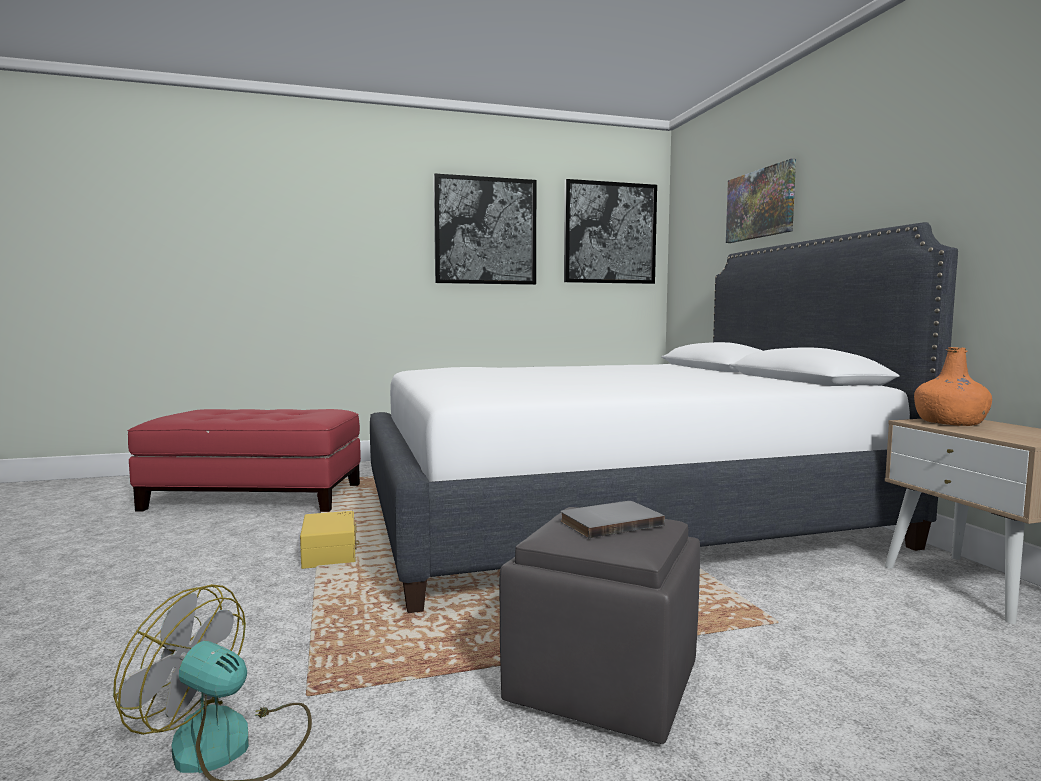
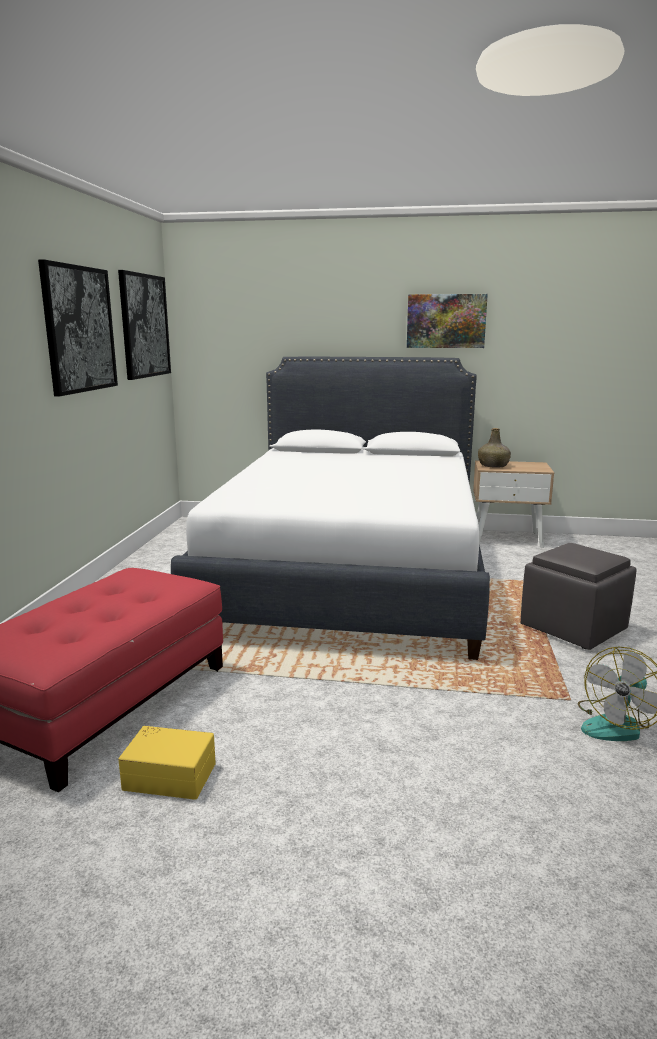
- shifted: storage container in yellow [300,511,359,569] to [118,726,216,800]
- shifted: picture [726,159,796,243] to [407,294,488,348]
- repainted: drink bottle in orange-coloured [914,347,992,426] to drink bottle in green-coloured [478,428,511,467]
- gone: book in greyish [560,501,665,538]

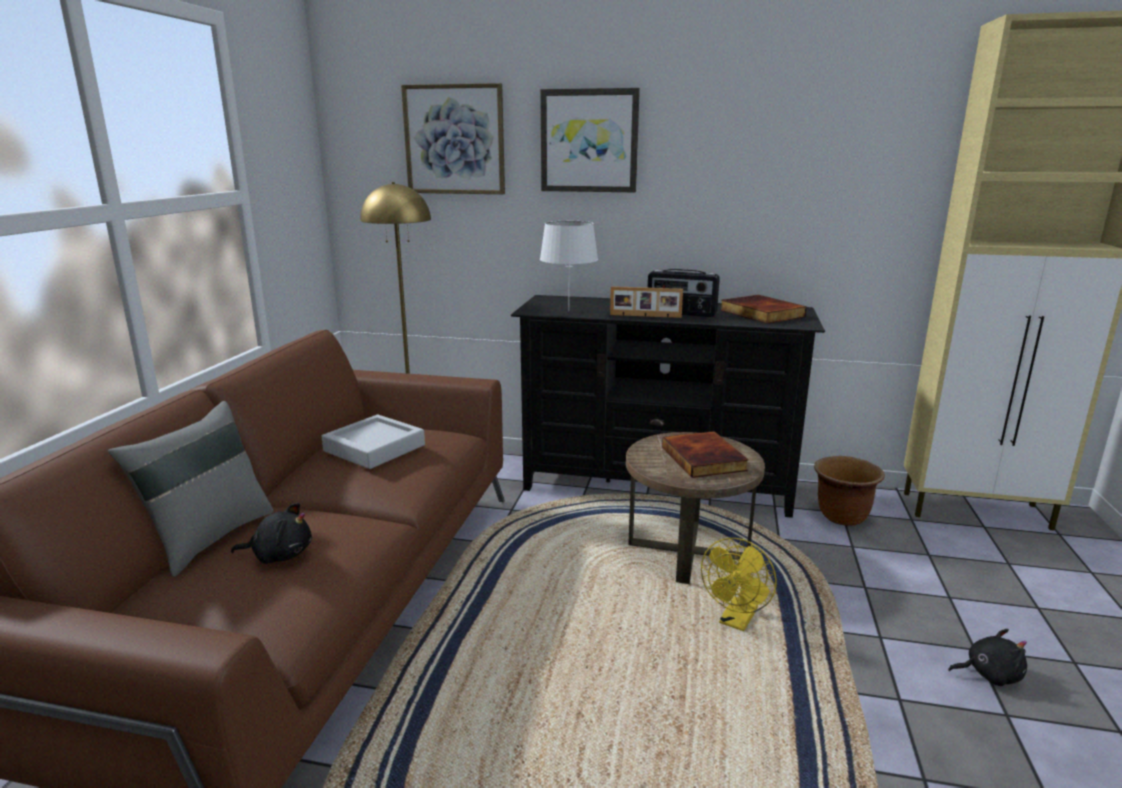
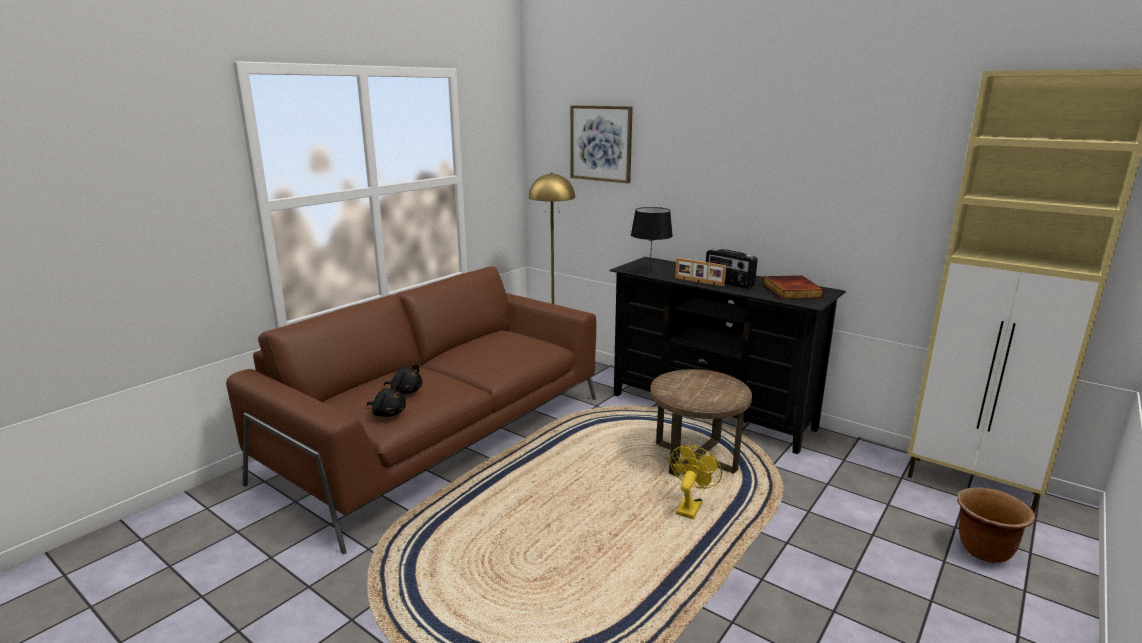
- shifted: plush toy in blackish [948,629,1027,686] to [367,385,406,417]
- repainted: lamp for a table in white [540,221,598,312] to lamp for a table in blackish [631,207,673,271]
- rotated: cooling fan in yellow [701,538,777,631] = [670,445,722,519] 150 degrees clockwise
- shifted: plant pot in brownish [814,456,885,526] to [957,488,1035,563]
- gone: pillow in greyish [108,401,274,577]
- gone: carrying tray in greyish [322,415,425,469]
- gone: picture [540,88,640,192]
- gone: book [662,431,749,478]

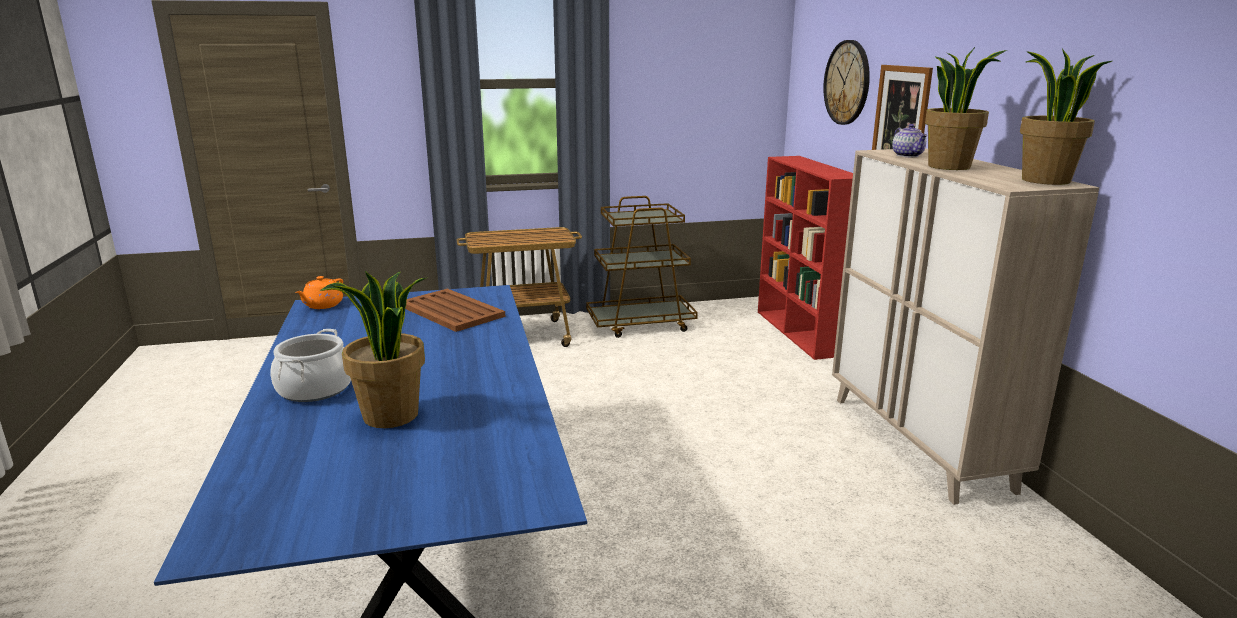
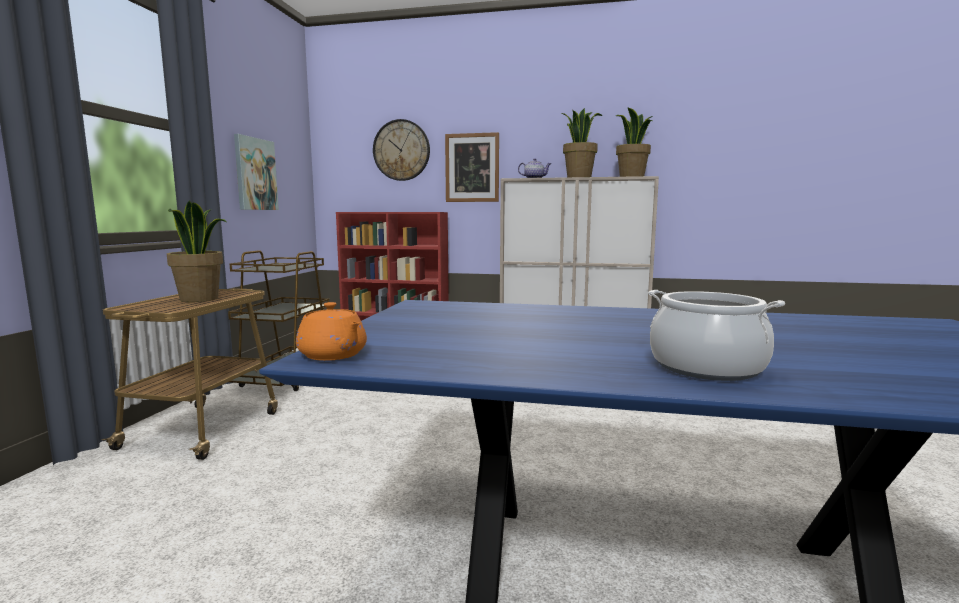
- shifted: houseplant [320,271,426,428] to [167,201,227,302]
- new: picture [234,134,279,210]
- gone: carrying tray in brownish [405,289,505,332]

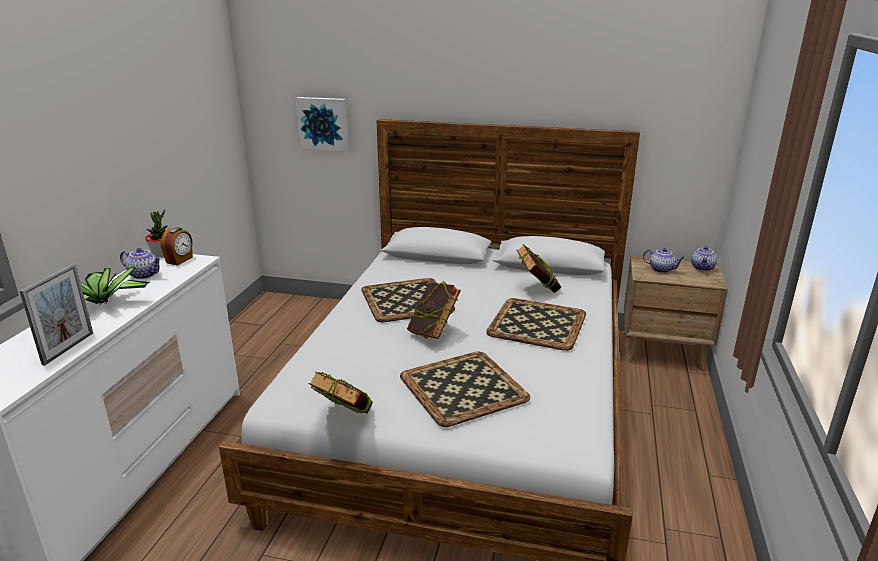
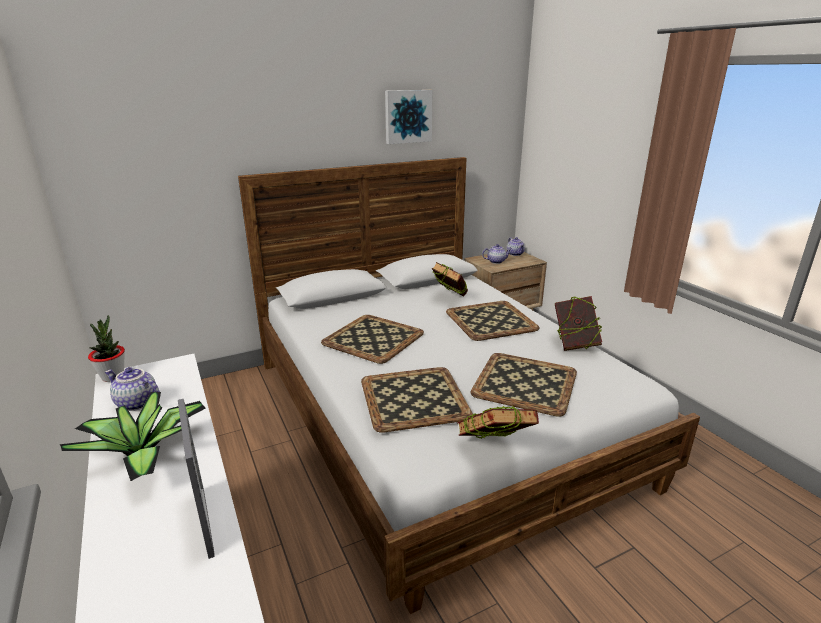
- rotated: pot for tea [120,248,161,279] = [105,367,160,411] 135 degrees counterclockwise
- new: carrying tray [361,367,473,433]
- shifted: picture [296,97,349,151] to [385,90,433,144]
- shifted: book [407,281,461,339] to [555,296,602,351]
- gone: table clock [160,227,193,265]

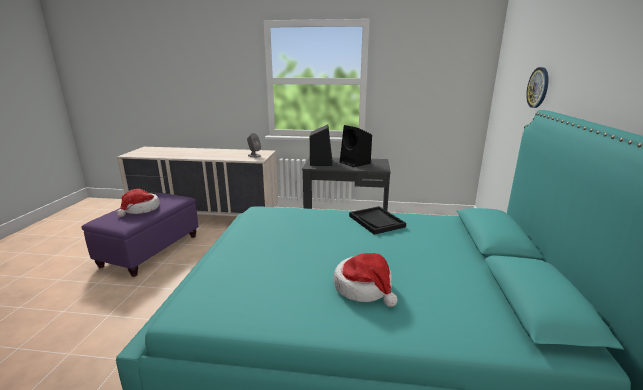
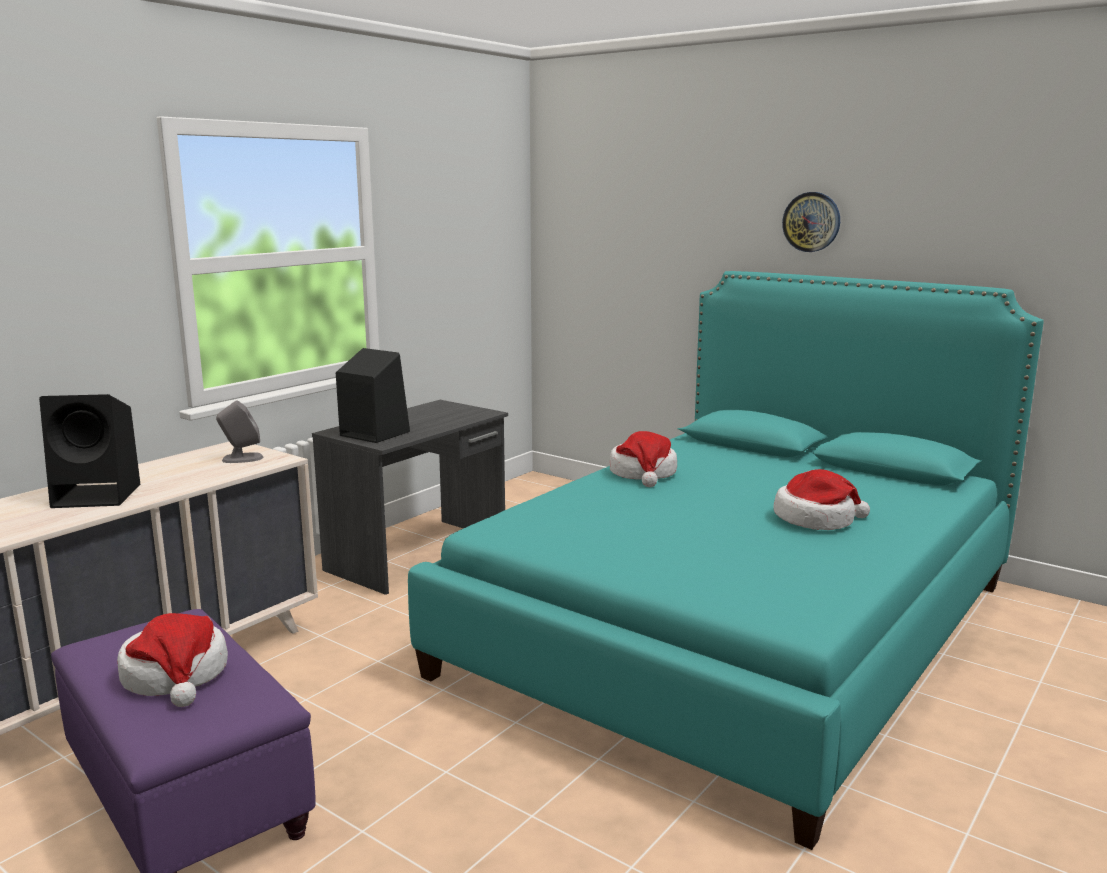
- shifted: loudspeaker in blackish [340,125,372,167] to [39,394,140,508]
- swapped: carrying tray in blackish [349,206,406,235] to wearable hat [610,431,677,487]
- shifted: clock on the wall [526,67,549,108] to [782,192,840,252]

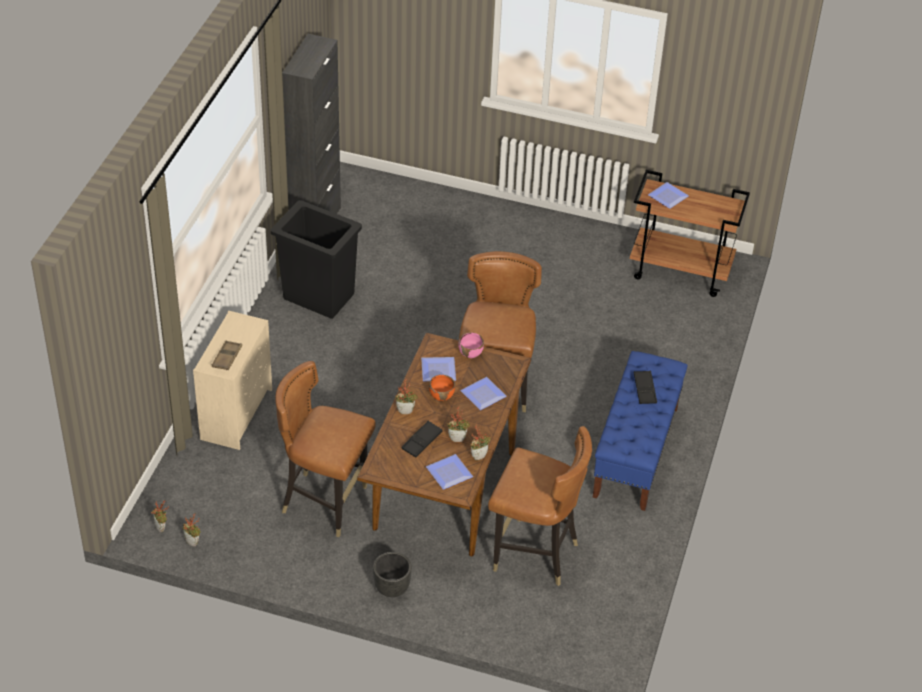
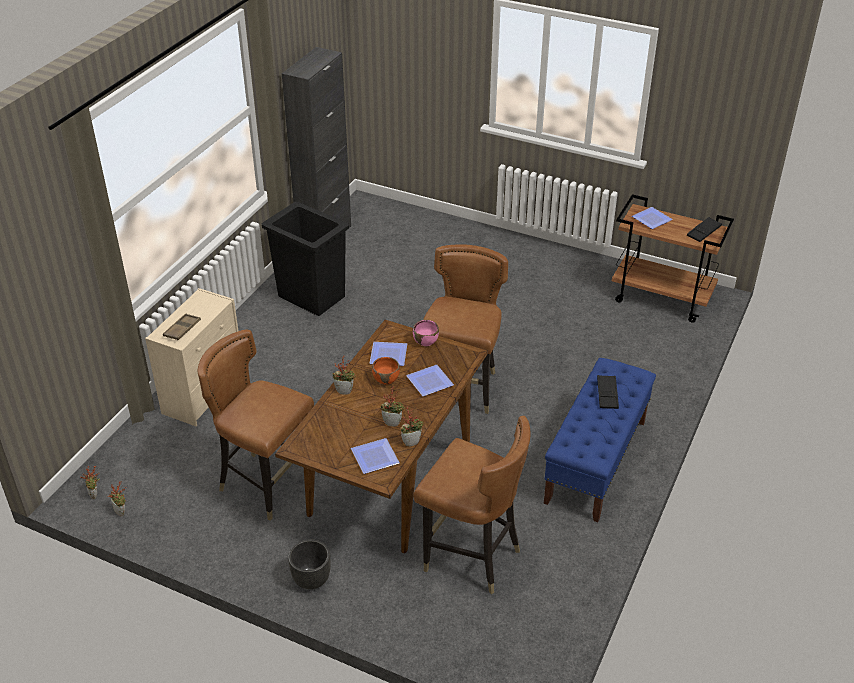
- shifted: carrying tray in blackish [401,421,443,458] to [687,217,722,242]

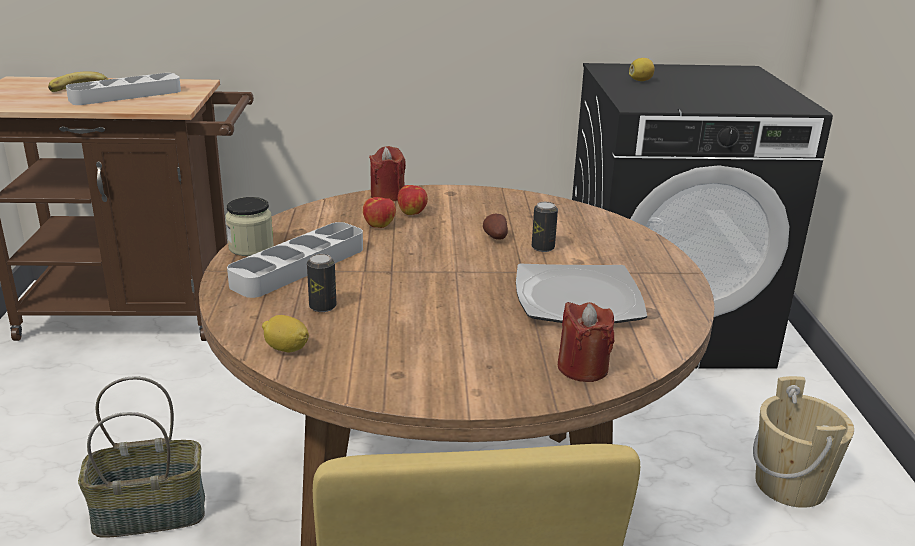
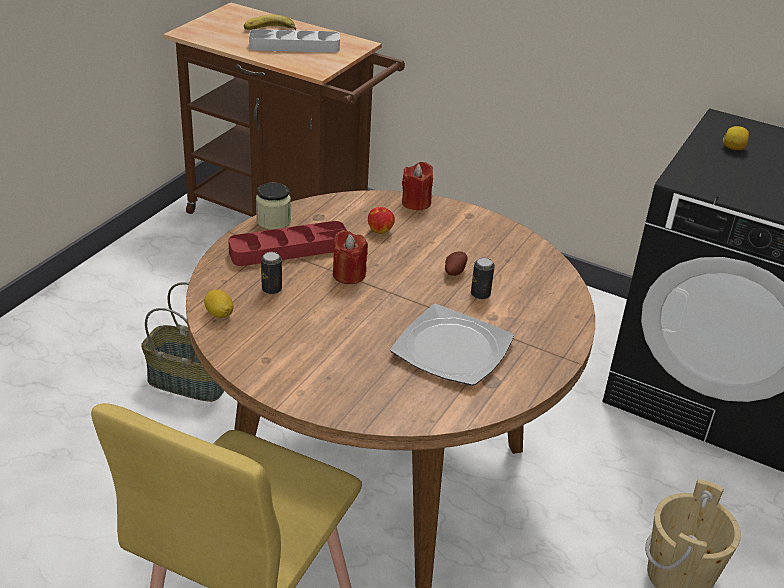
- repainted: carrying tray in greyish [227,222,363,298] to carrying tray in red [228,221,347,266]
- shifted: wax light in red [557,302,614,382] to [333,230,368,284]
- gone: apple [398,185,428,215]

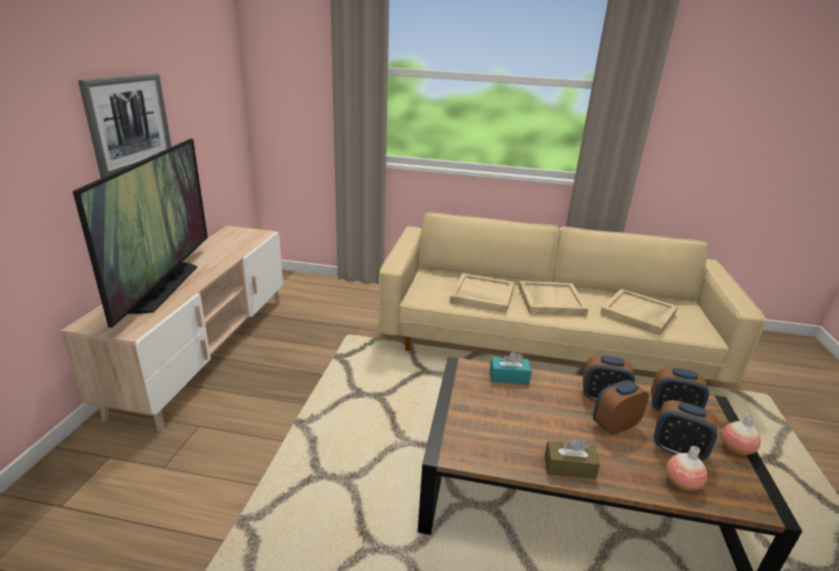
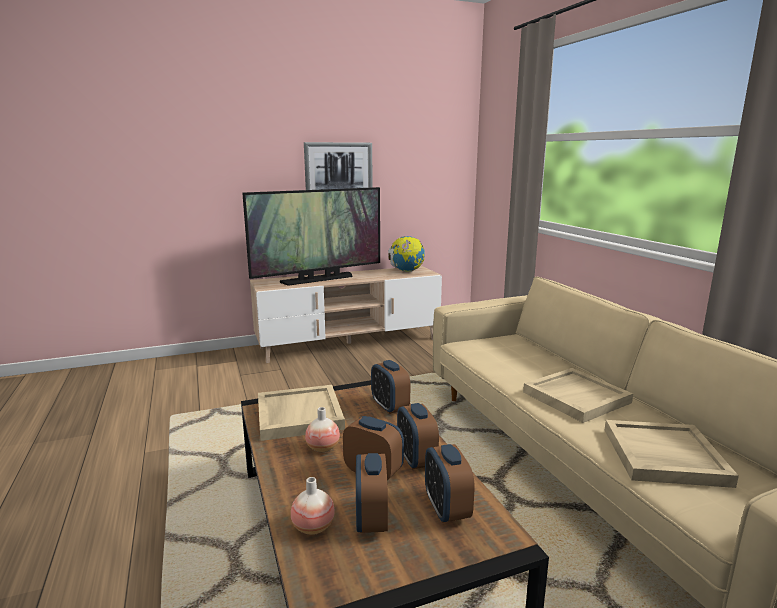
- shifted: carrying tray in beige [450,273,515,313] to [258,385,345,441]
- shifted: flower vase [721,414,761,455] to [305,407,340,453]
- swapped: box of tissues in blue-green [490,351,532,384] to table clock [371,360,410,414]
- new: desk globe [388,236,425,272]
- gone: box of tissues in brownish [544,438,600,480]

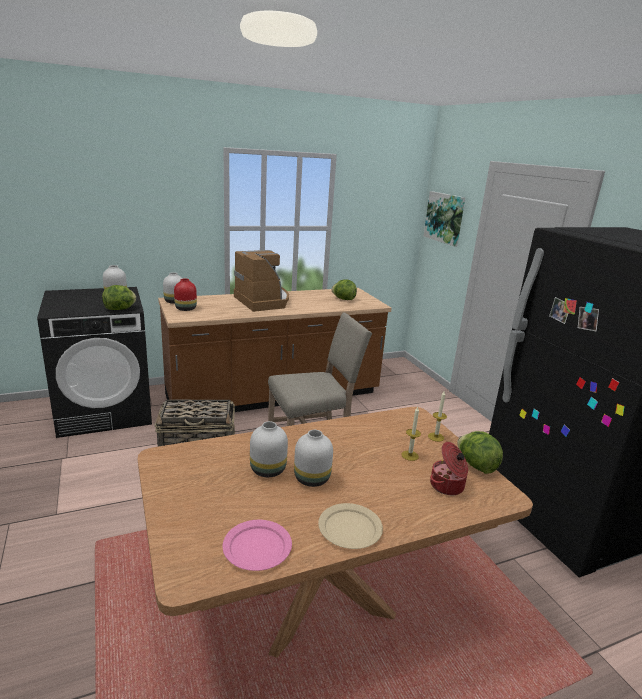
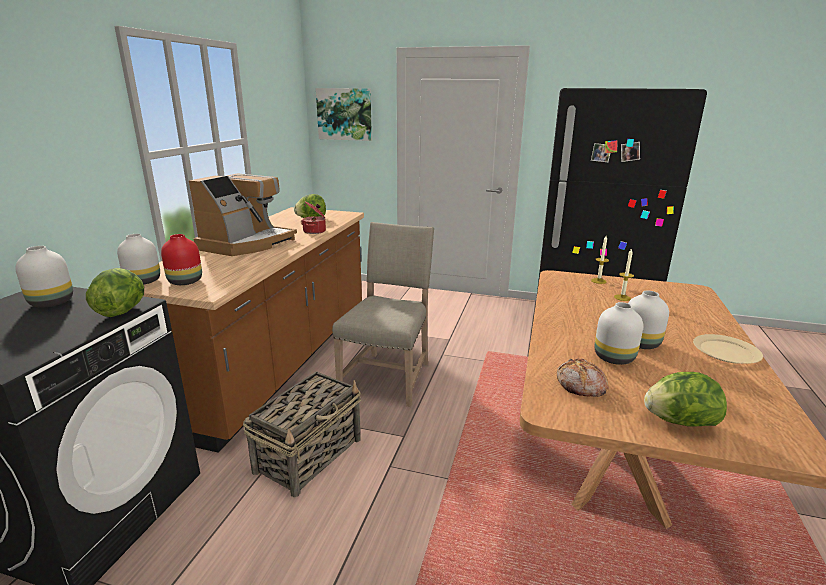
- rotated: coffee brewer [234,250,289,312] = [189,173,297,256] 105 degrees clockwise
- shifted: stockpot [430,442,468,495] to [302,202,326,234]
- new: bakery bread [557,358,609,397]
- shifted: lettuce [457,431,503,474] to [644,372,727,426]
- gone: flat dish in pink [222,520,292,571]

